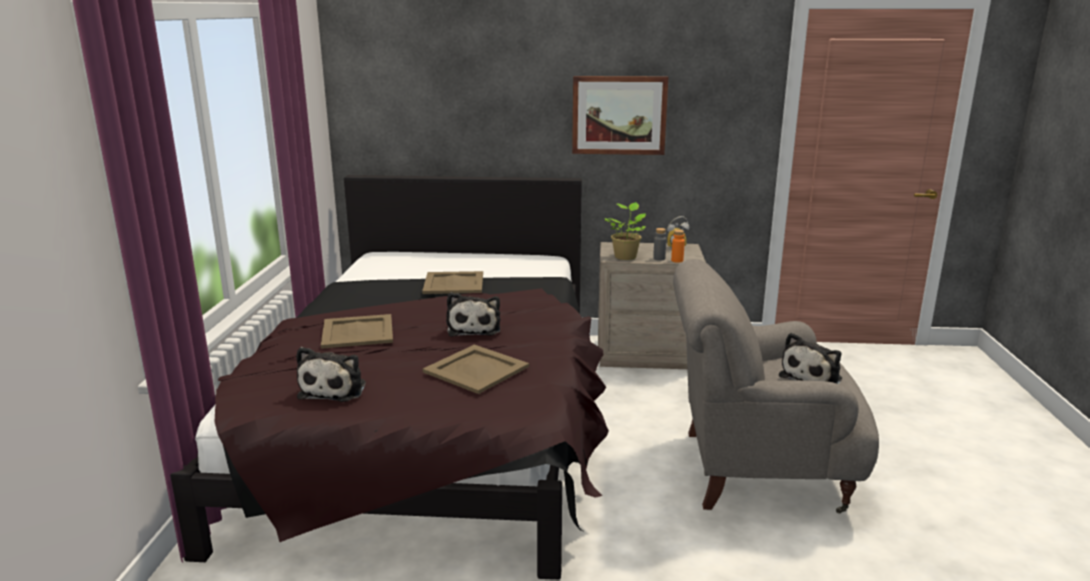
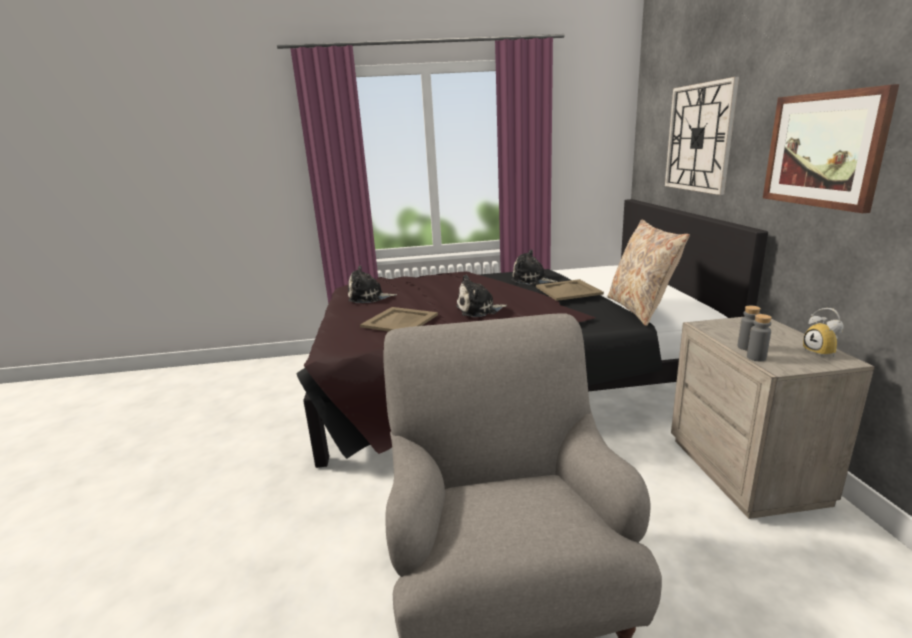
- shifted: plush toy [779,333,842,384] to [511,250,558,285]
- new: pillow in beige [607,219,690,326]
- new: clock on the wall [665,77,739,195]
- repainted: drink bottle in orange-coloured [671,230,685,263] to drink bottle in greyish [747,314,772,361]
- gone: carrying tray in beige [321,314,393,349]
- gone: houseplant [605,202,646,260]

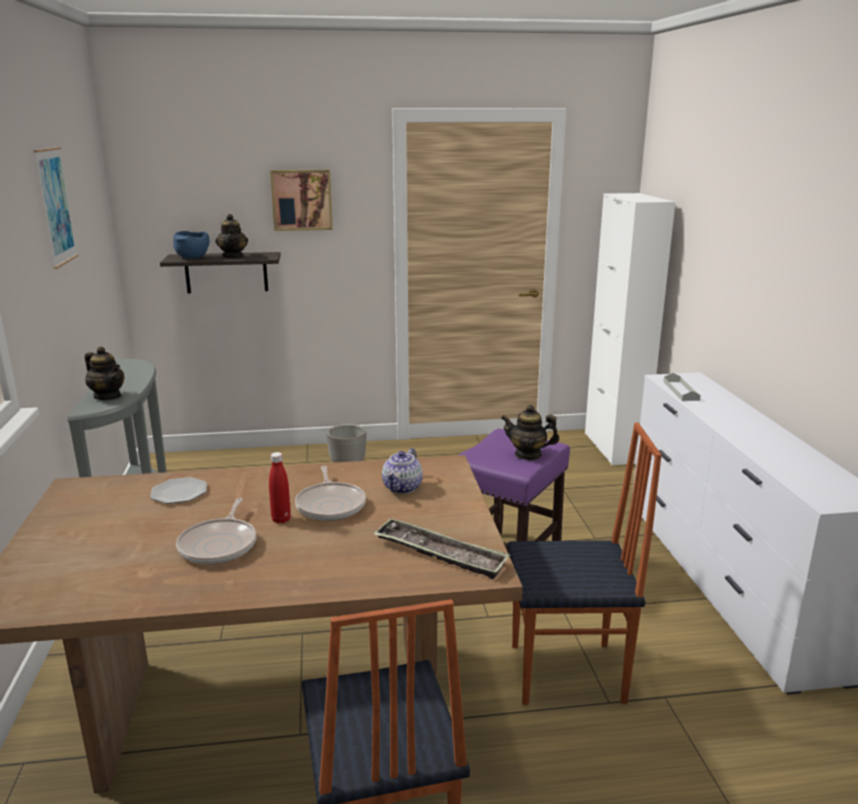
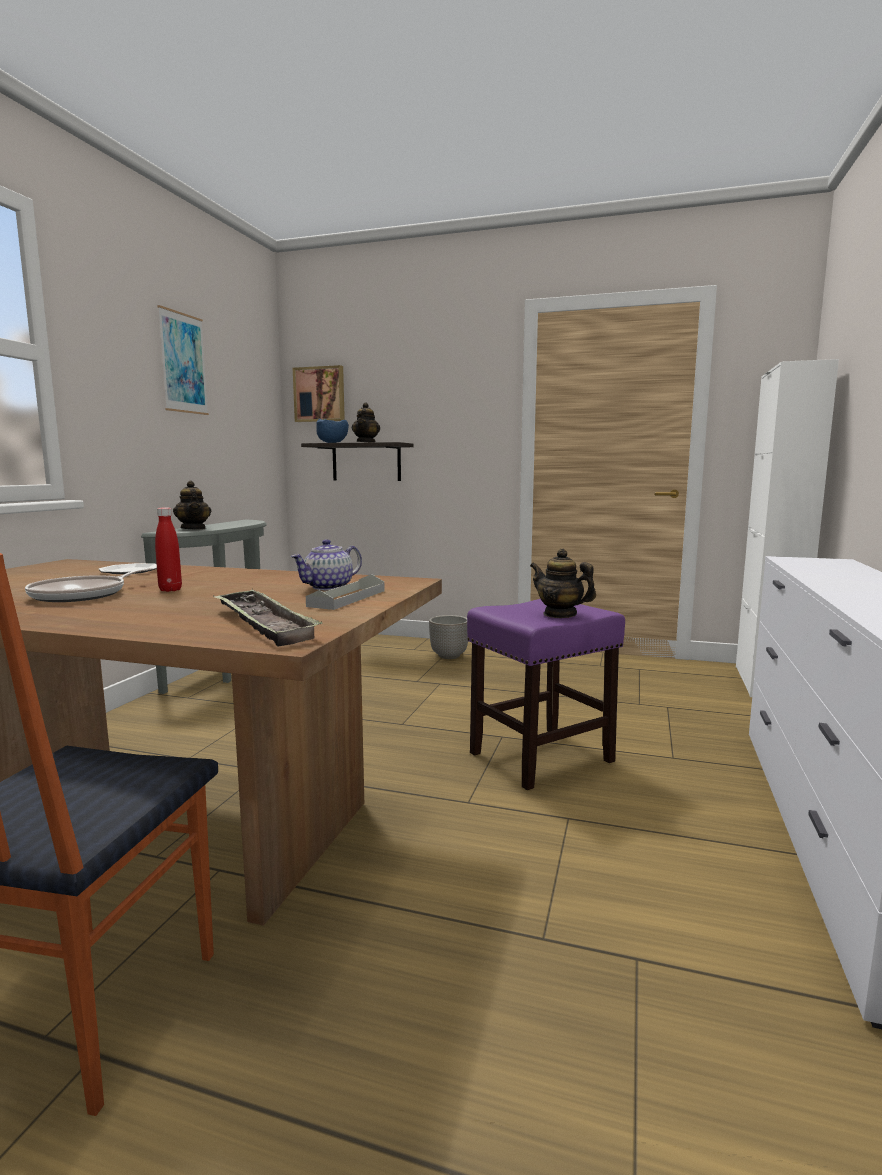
- shifted: picture [270,170,333,231] to [293,365,345,422]
- shifted: carrying tray in greyish [663,373,701,401] to [306,574,384,610]
- gone: skillet [295,465,366,521]
- gone: chair [508,422,662,705]

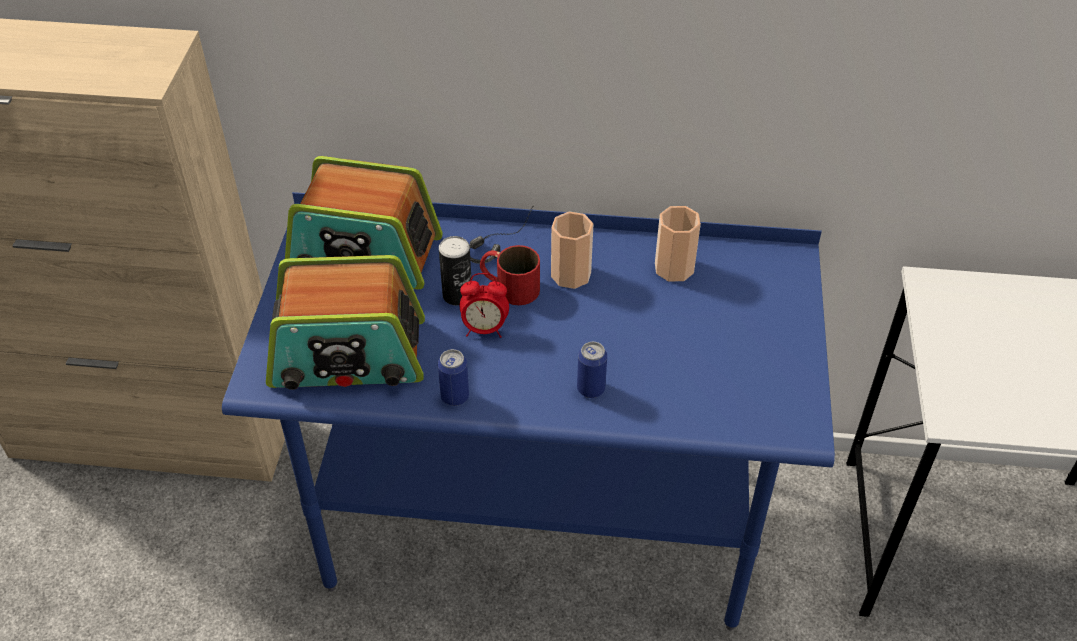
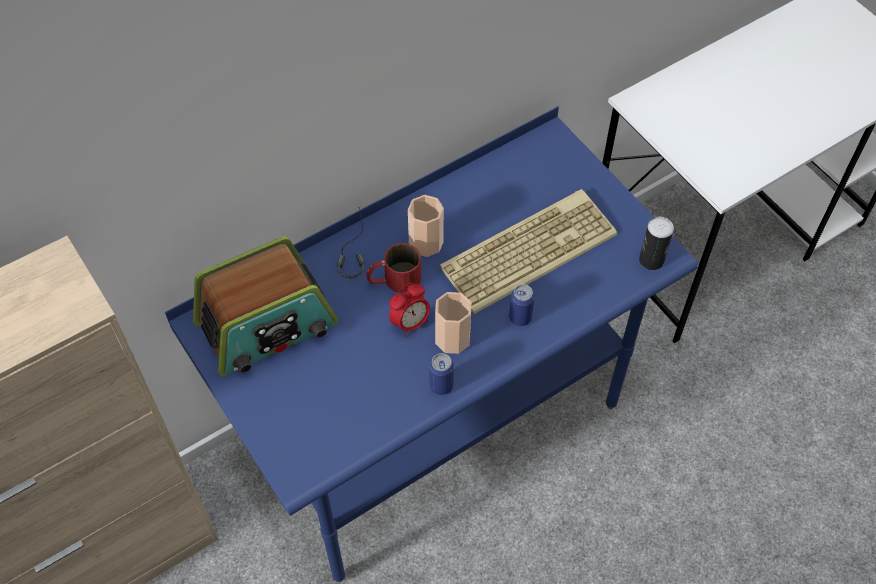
- shifted: drinking cup [655,206,701,282] to [435,292,472,354]
- new: keyboard [440,189,617,314]
- shifted: can [439,236,471,305] to [639,217,674,270]
- gone: radio set [266,255,425,390]

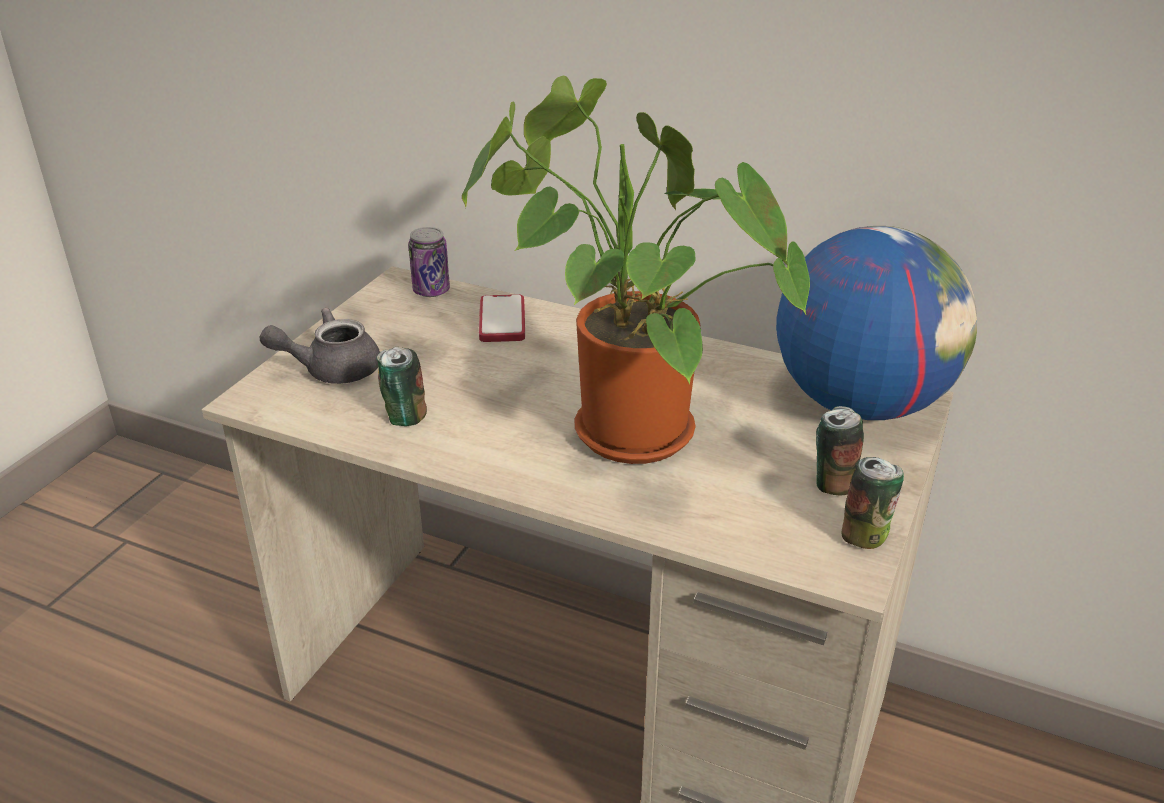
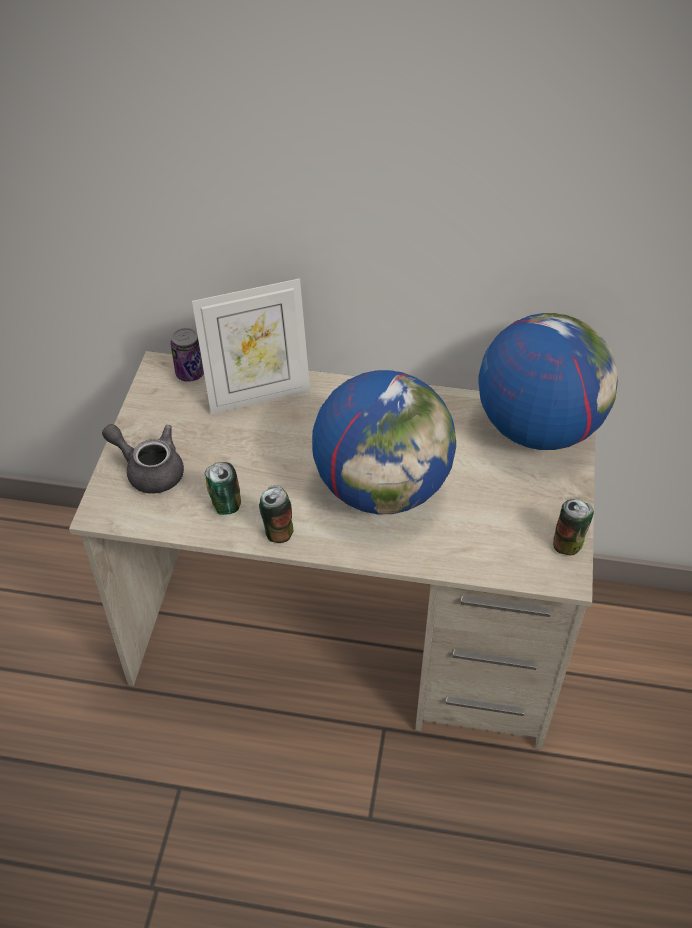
- rotated: pot for tea in greyish [259,308,380,384] = [102,424,184,493] 60 degrees clockwise
- swapped: handset [479,294,525,342] to standing frame [192,278,310,414]
- shifted: can [816,406,864,495] to [259,485,293,543]
- swapped: houseplant [462,76,810,464] to desk globe [312,370,456,514]

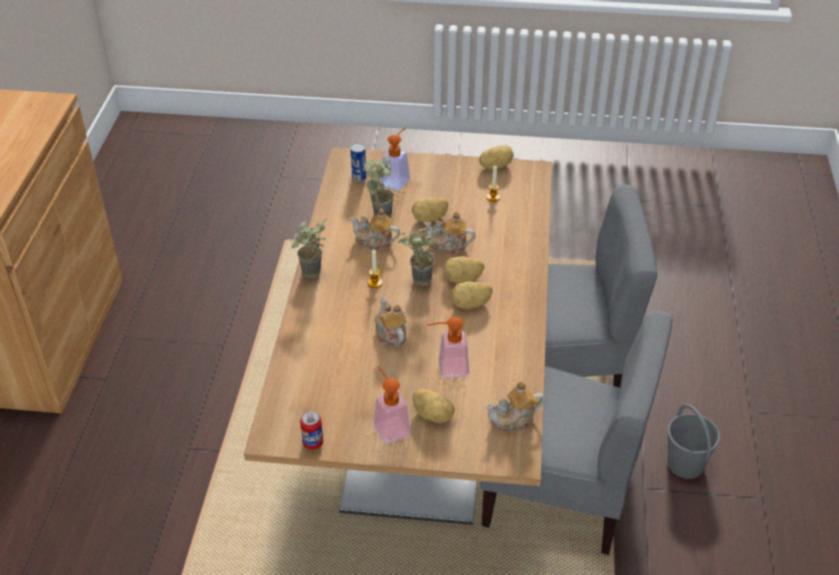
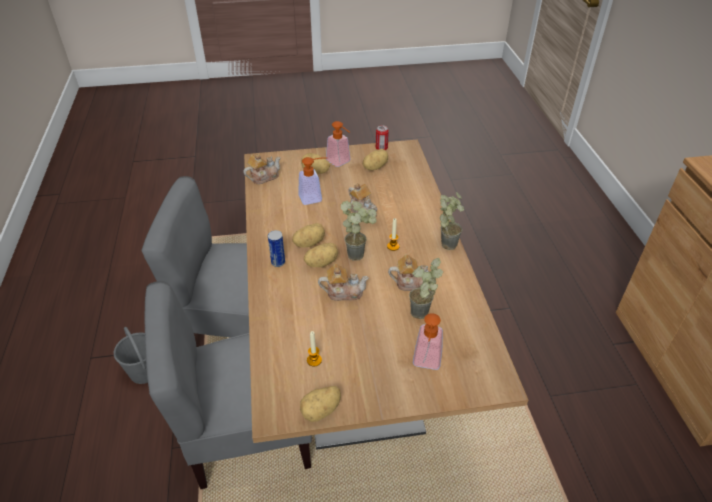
- shifted: can [350,143,366,183] to [268,230,285,267]
- shifted: spud [412,197,448,223] to [362,149,388,170]

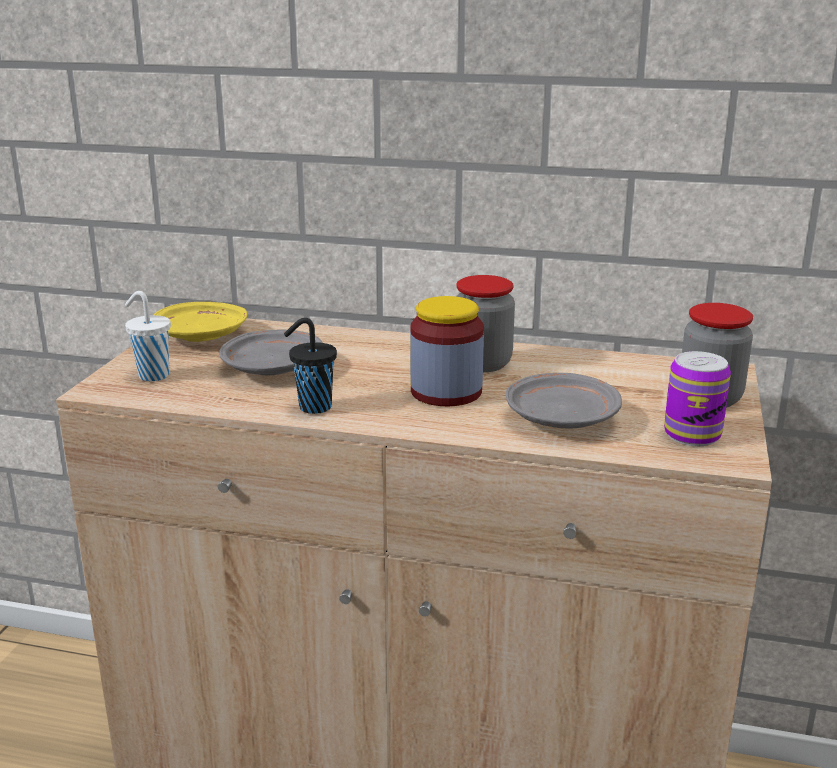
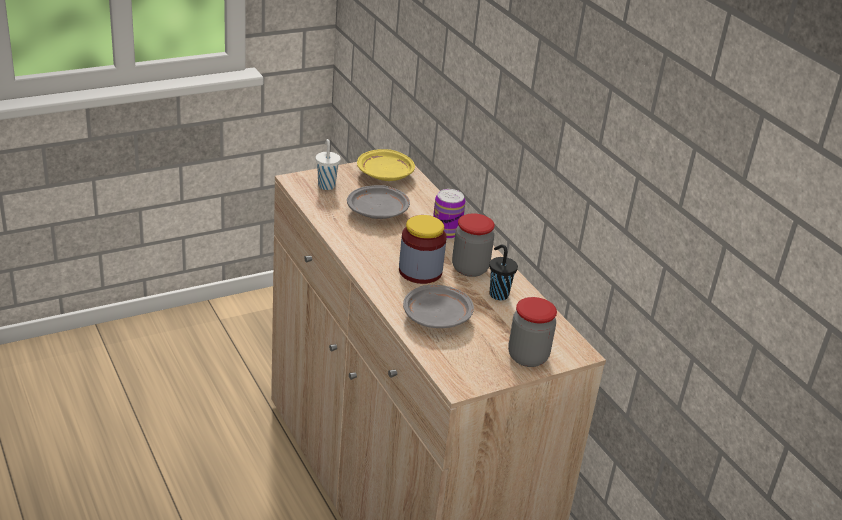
- shifted: can [664,351,731,446] to [433,189,466,239]
- shifted: drinking cup in blackish [284,318,337,414] to [489,245,518,300]

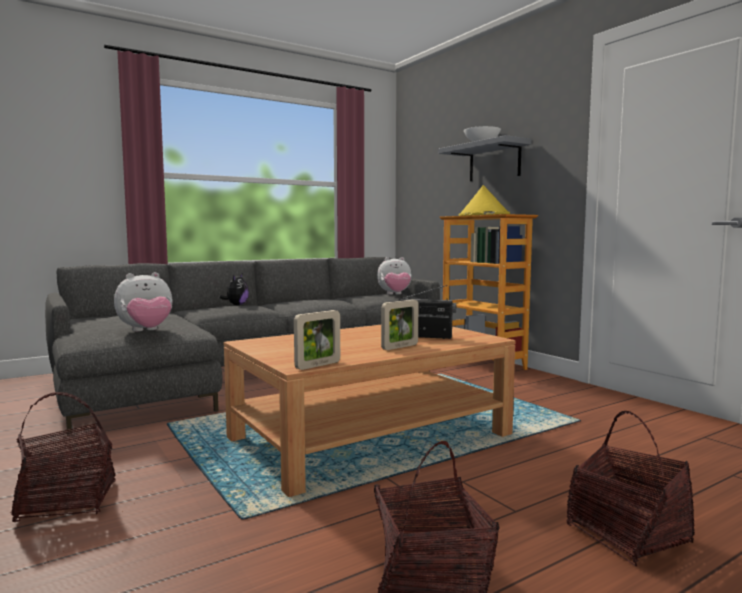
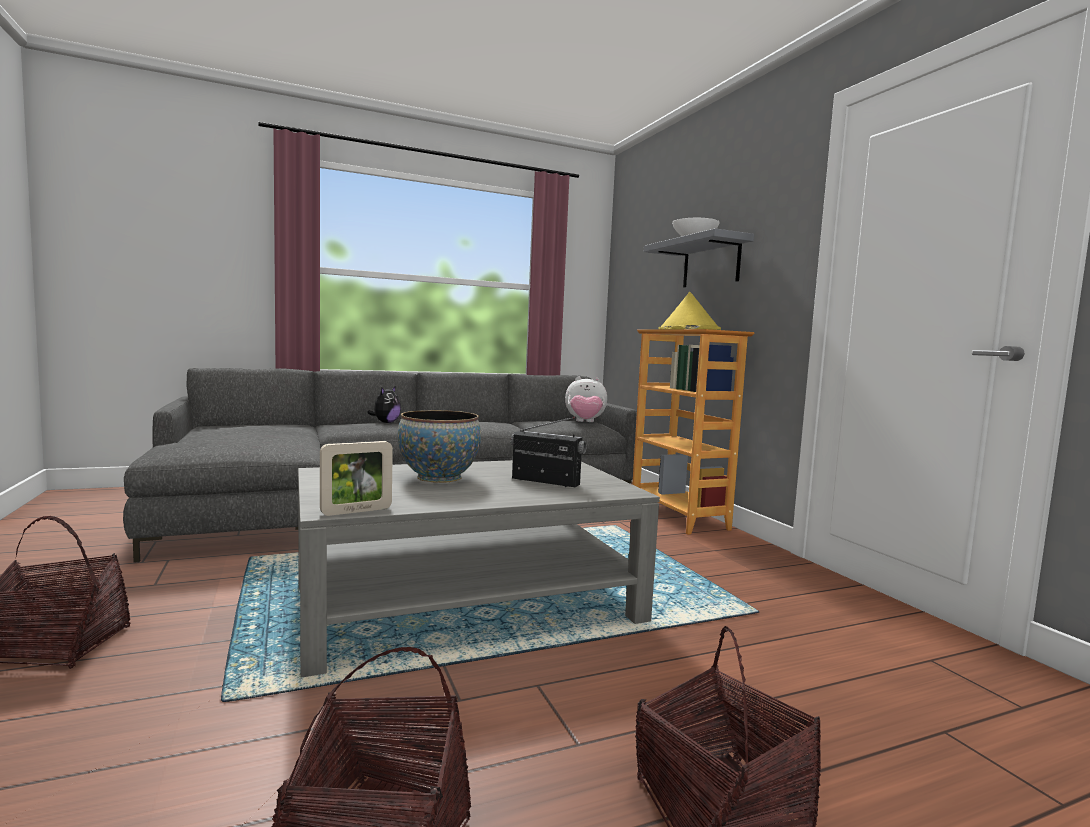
- repainted: lounge table in brownish [224,325,516,497] to lounge table in greyish [298,460,660,678]
- new: serving bowl [398,410,481,483]
- gone: plush toy [114,272,173,332]
- gone: standing frame [381,300,418,350]

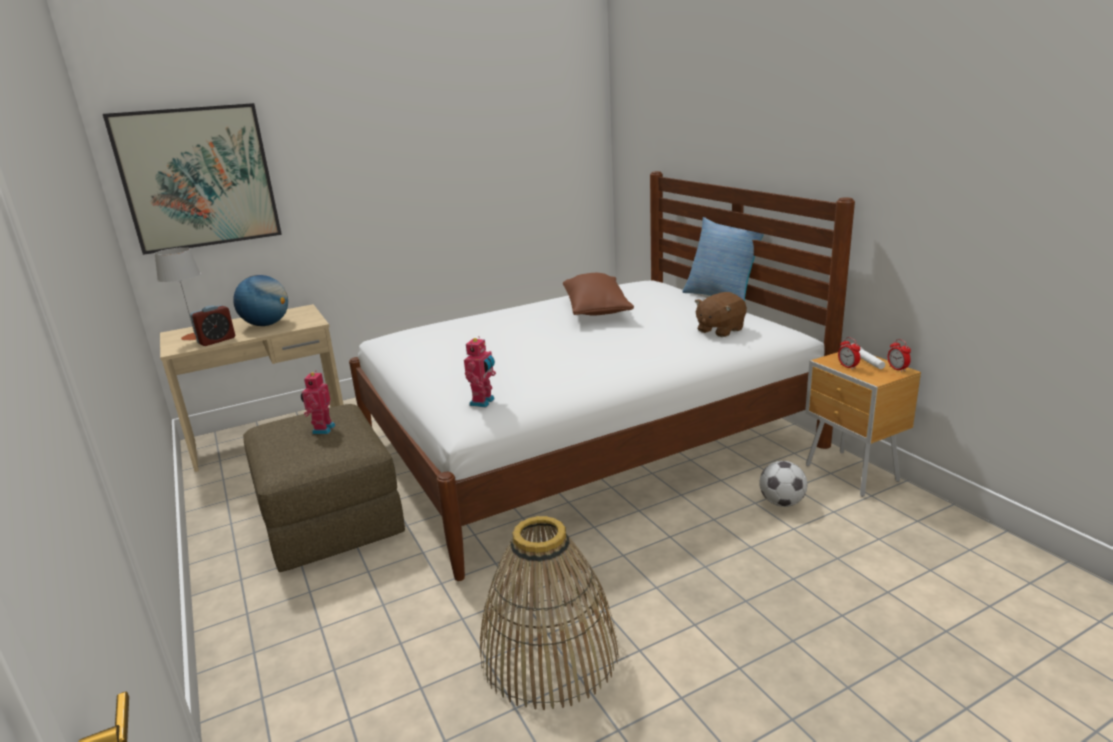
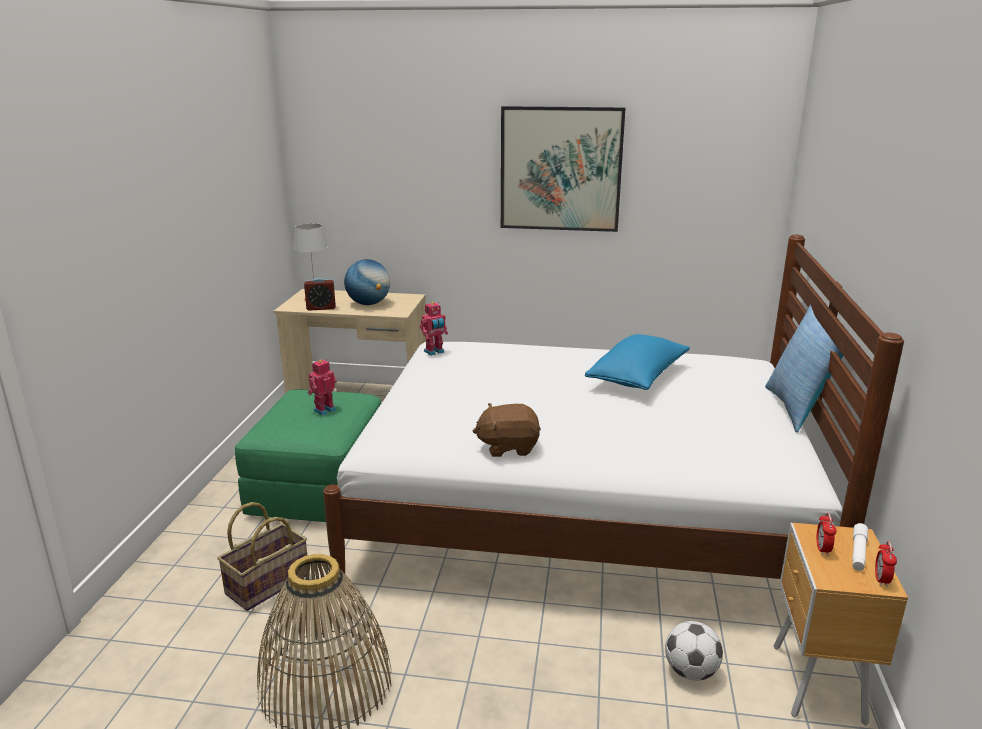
- new: basket [217,502,308,611]
- repainted: pouffe in brownish [243,404,405,572] to pouffe in green-coloured [235,390,381,522]
- shifted: toy robot [464,336,496,407] to [420,302,448,356]
- shifted: plush toy in brownish [695,292,747,337] to [473,403,541,457]
- shifted: picture [103,103,282,255] to [501,106,625,232]
- repainted: pillow in brownish [563,273,634,316] to pillow in blue-coloured [585,334,690,390]

